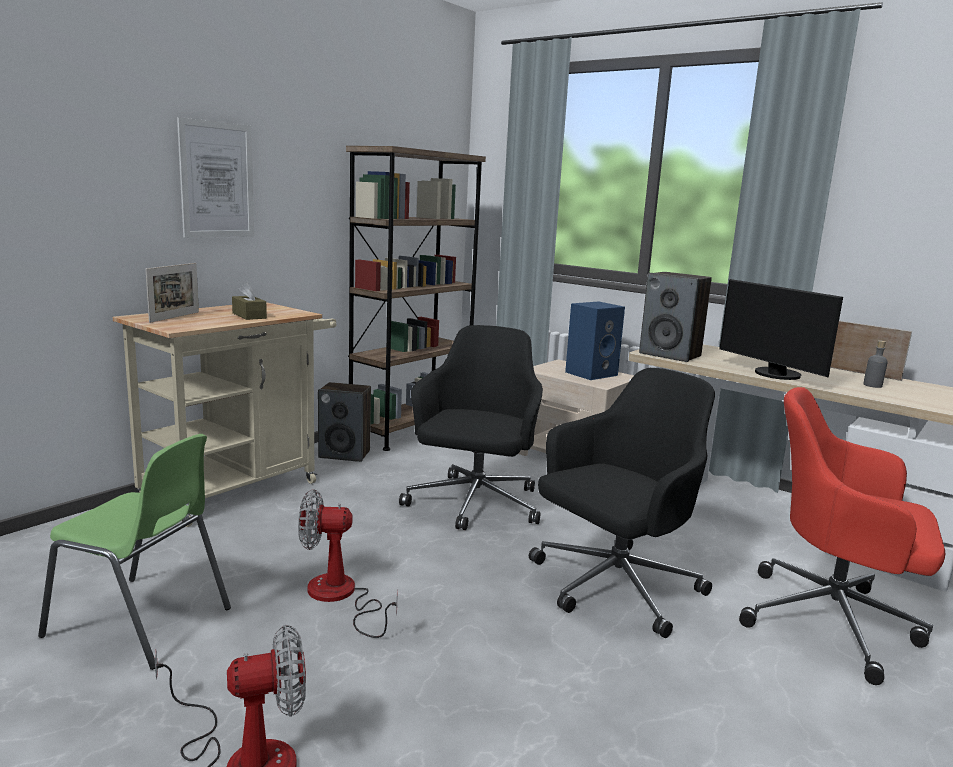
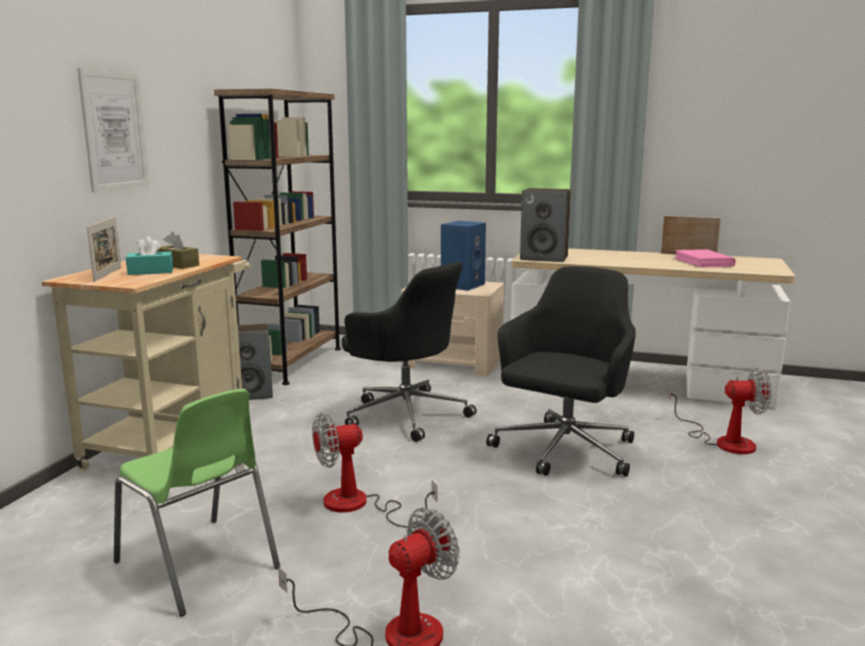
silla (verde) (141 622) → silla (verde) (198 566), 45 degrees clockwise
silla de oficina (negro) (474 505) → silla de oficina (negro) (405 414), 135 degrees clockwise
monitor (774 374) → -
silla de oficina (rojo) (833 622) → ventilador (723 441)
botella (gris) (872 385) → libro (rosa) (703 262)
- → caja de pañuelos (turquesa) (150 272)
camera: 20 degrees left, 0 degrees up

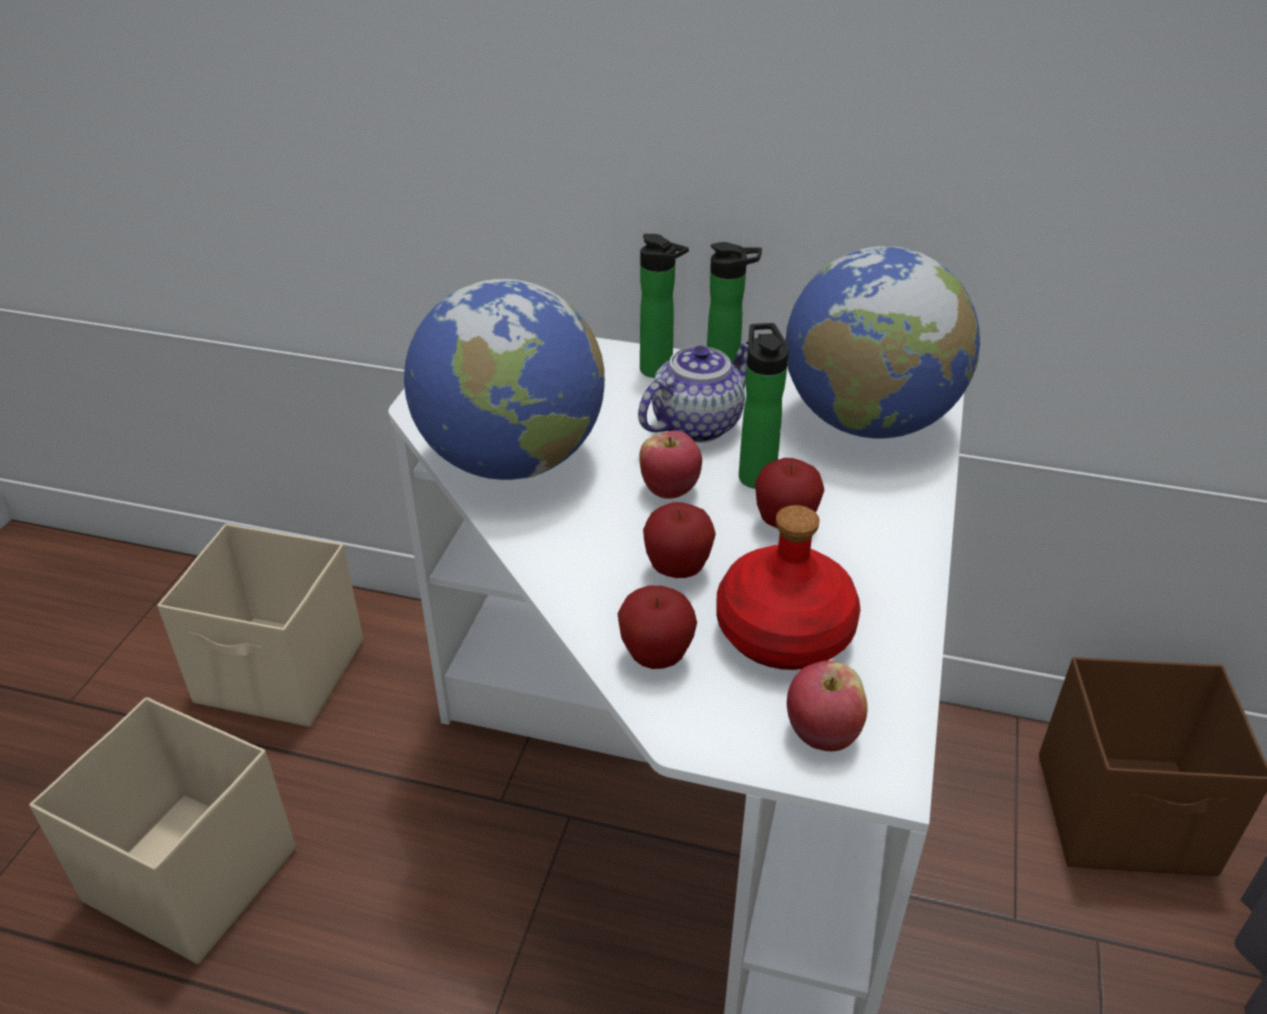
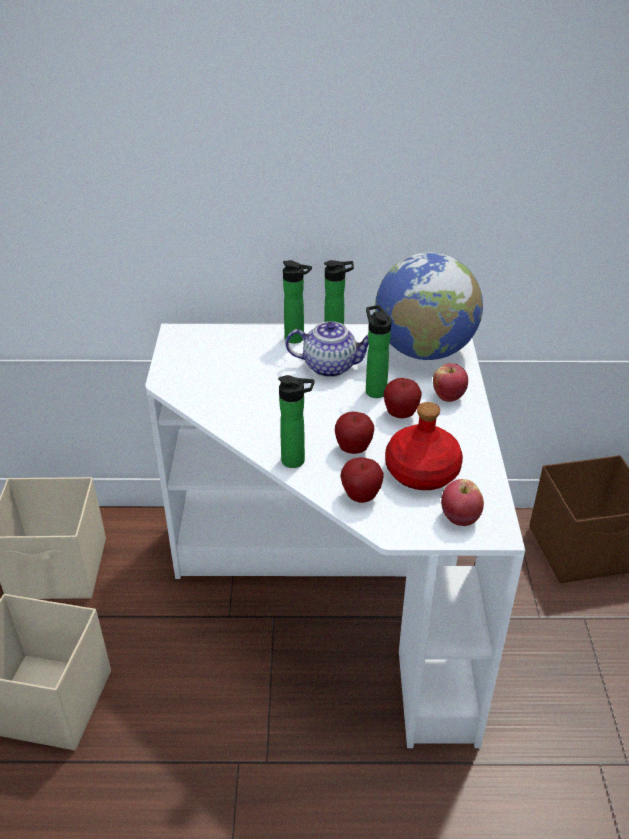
globo terráqueo (512 461) → -
tetera (697 424) → tetera (331 366), 60 degrees clockwise
manzana (670 490) → manzana (448 397), move
- → botella (297 461)
camera: 15 degrees left, 0 degrees up

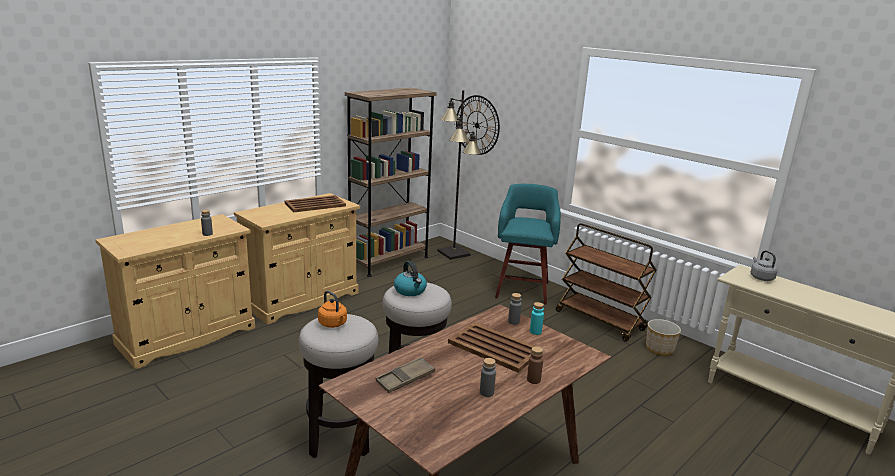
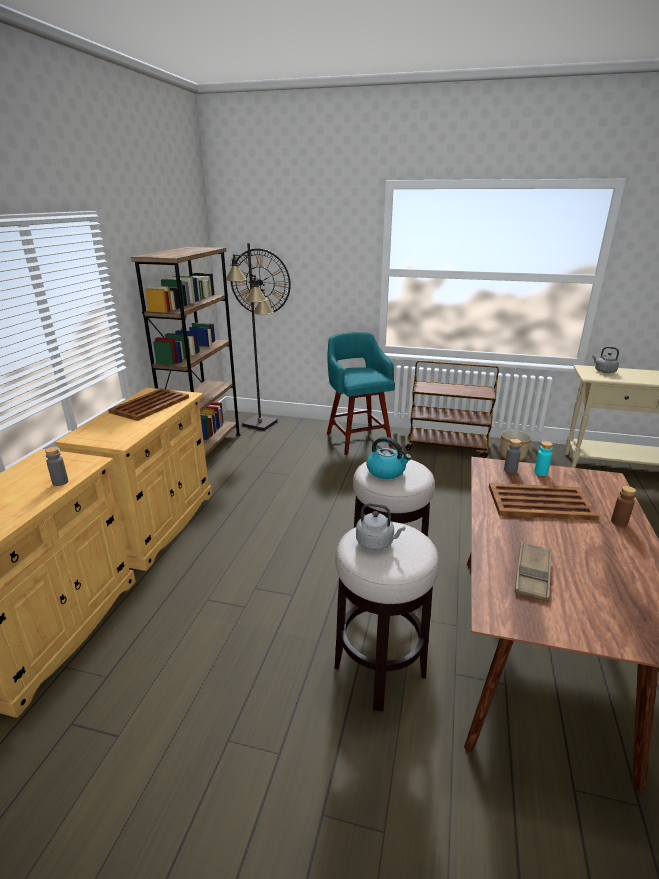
hervidor (naranja) (333 324) → hervidor (gris) (376 543)
botella (gris) (486 392) → -
camera: 30 degrees left, 5 degrees up

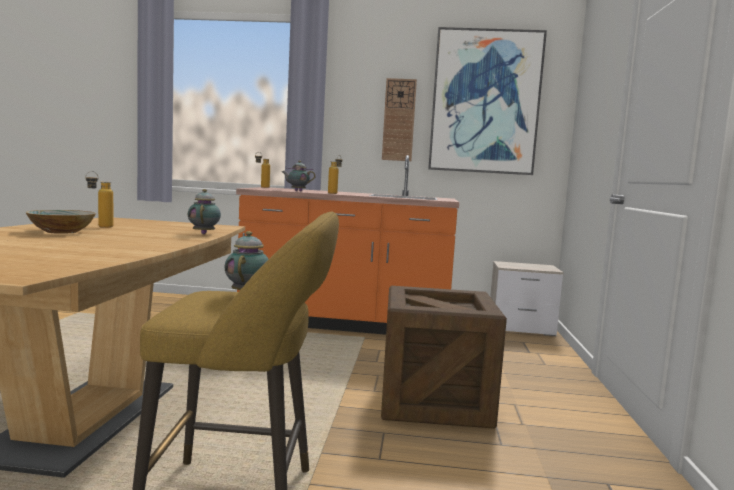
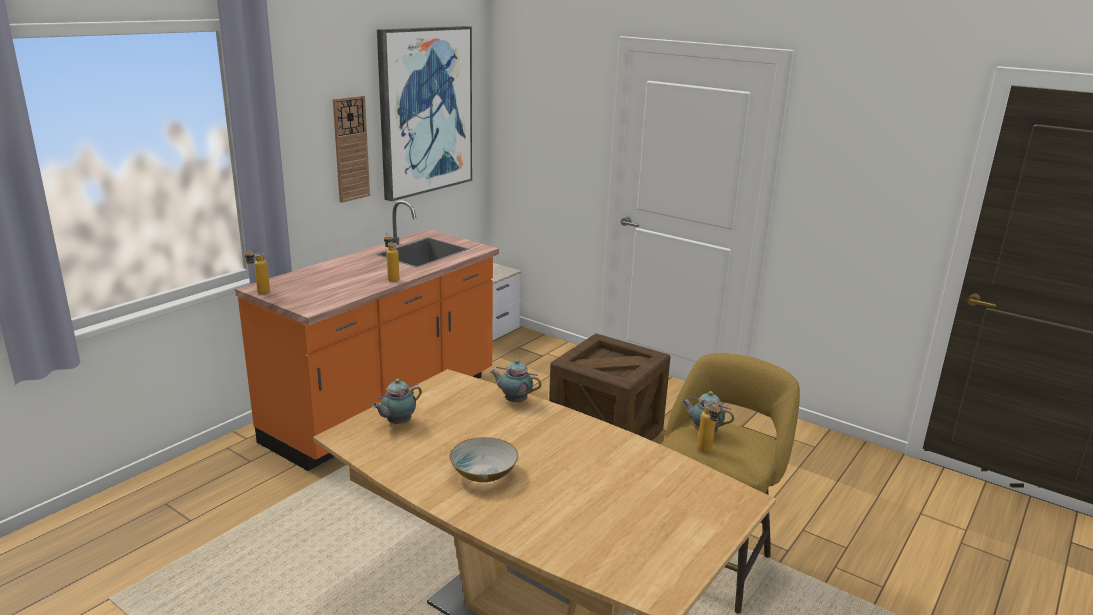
botella (99 227) → botella (706 452), move
tetera (297 191) → tetera (397 423), move
camera: 60 degrees left, 15 degrees up

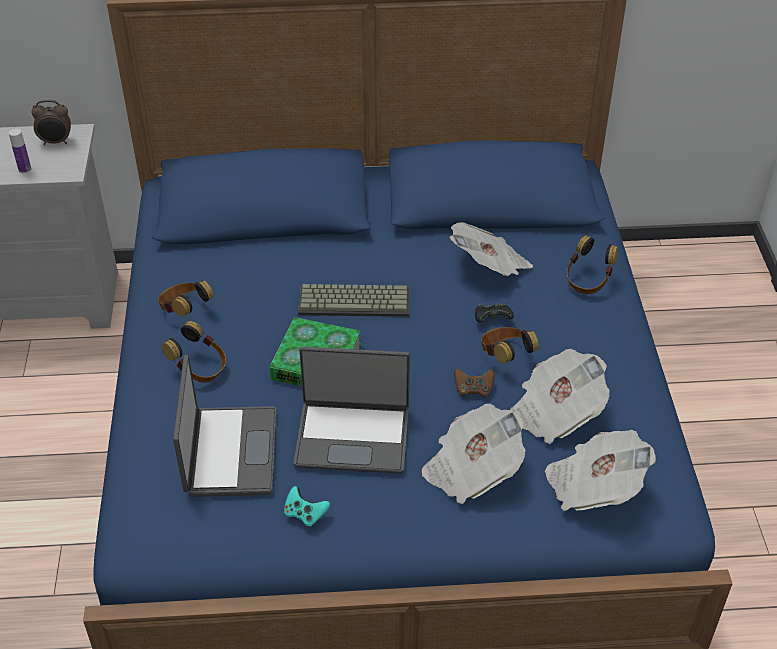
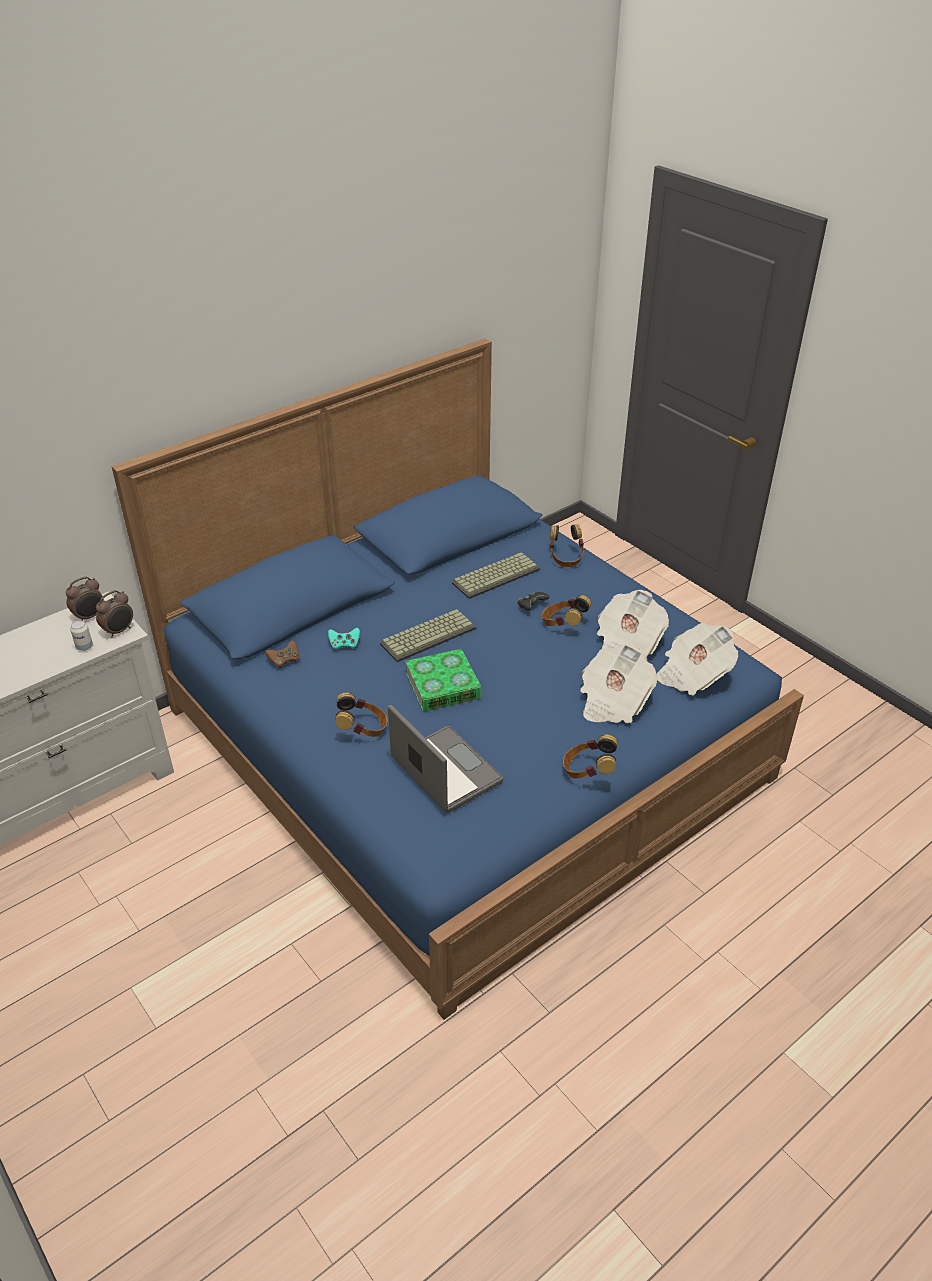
botella (25 169) → lata (84 647)
auriculares (185 311) → auriculares (588 771), move
mando de consola (turquesa) (305 514) → mando de consola (turquesa) (344 644), move
portátil (353 437) → -
periódico (490 267) → teclado (496 575)
mando de consola (marrón) (473 389) → mando de consola (marrón) (284 660), move
- → despertador (119 631)
camera: 35 degrees left, 5 degrees down

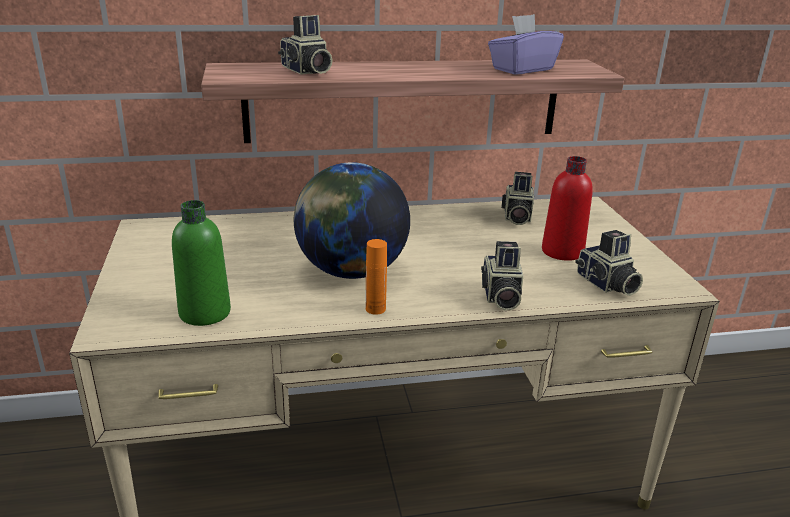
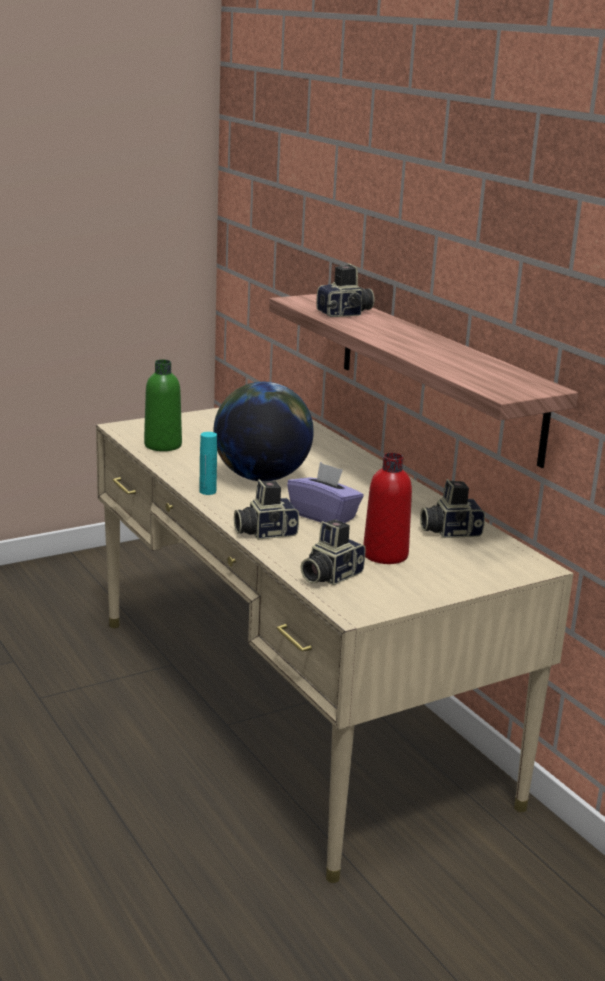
cámara (306 71) → cámara (345 314), 150 degrees counterclockwise
botella (naranja) (375 309) → botella (turquesa) (207 491)
caja de pañuelos (morado) (522 69) → caja de pañuelos (morado) (324 516), move
camera: 70 degrees right, 5 degrees down

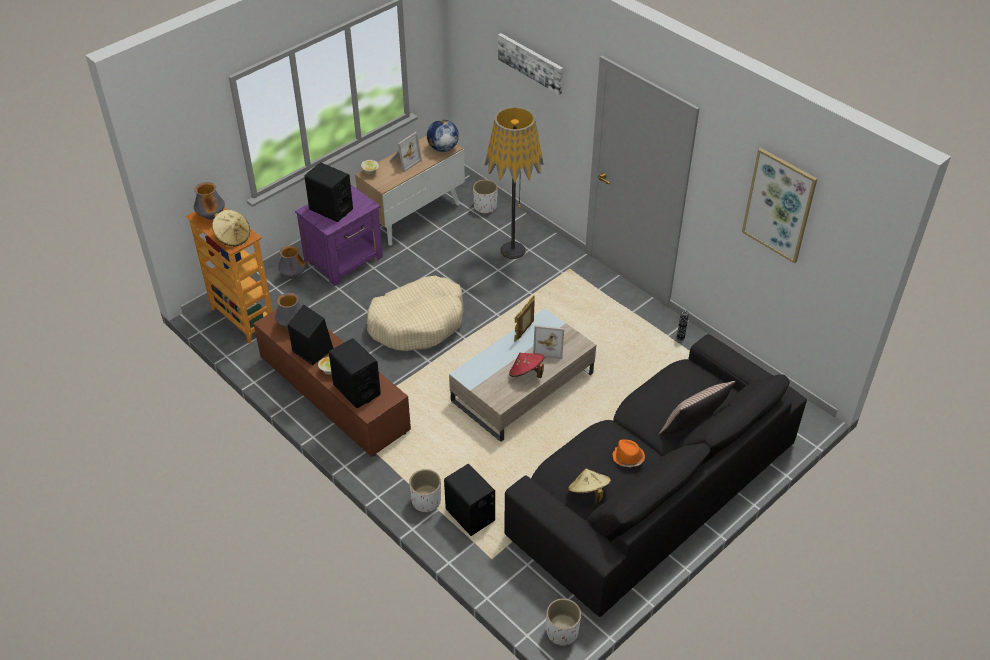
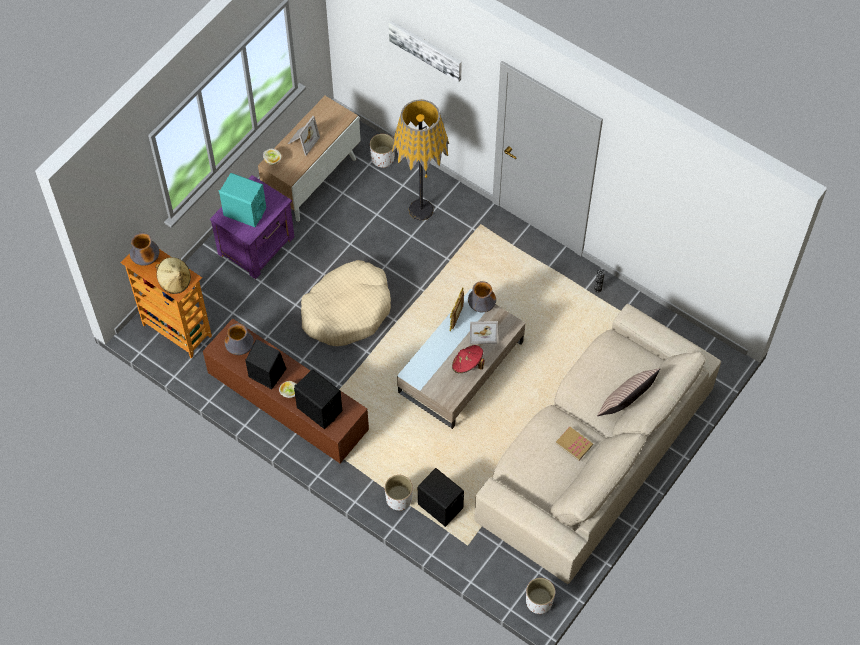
florero (293 275) → florero (481 306), move
altavoz (negro) (331 209) → altavoz (turquesa) (244 212)
globo terráqueo (442 148) → -
sofá (negro) (651 487) → sofá (beis) (593 453)
sombrero (beis) (588 493) → -
sombrero (naranja) (628 458) → libro (574 444)
cuadro (779 205) → -
camera: 10 degrees left, 15 degrees up

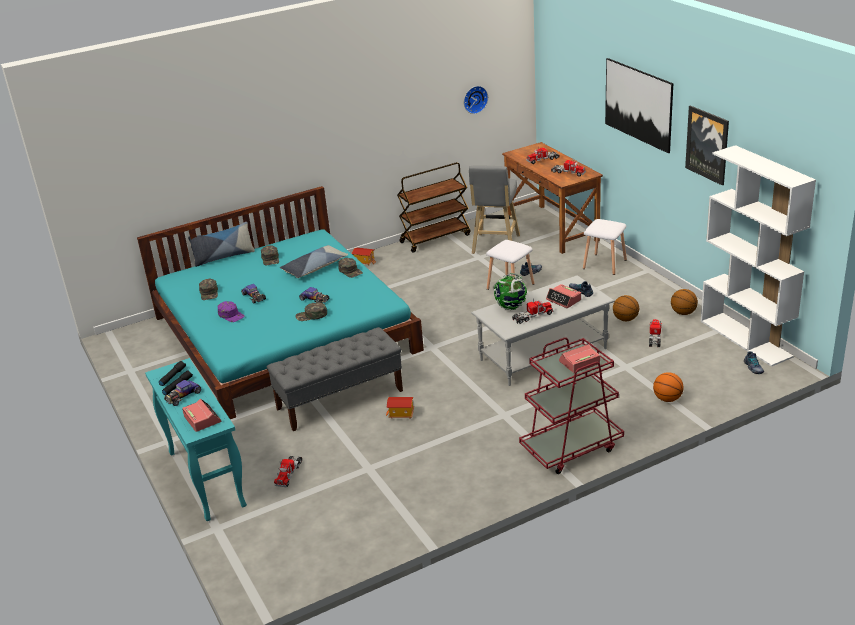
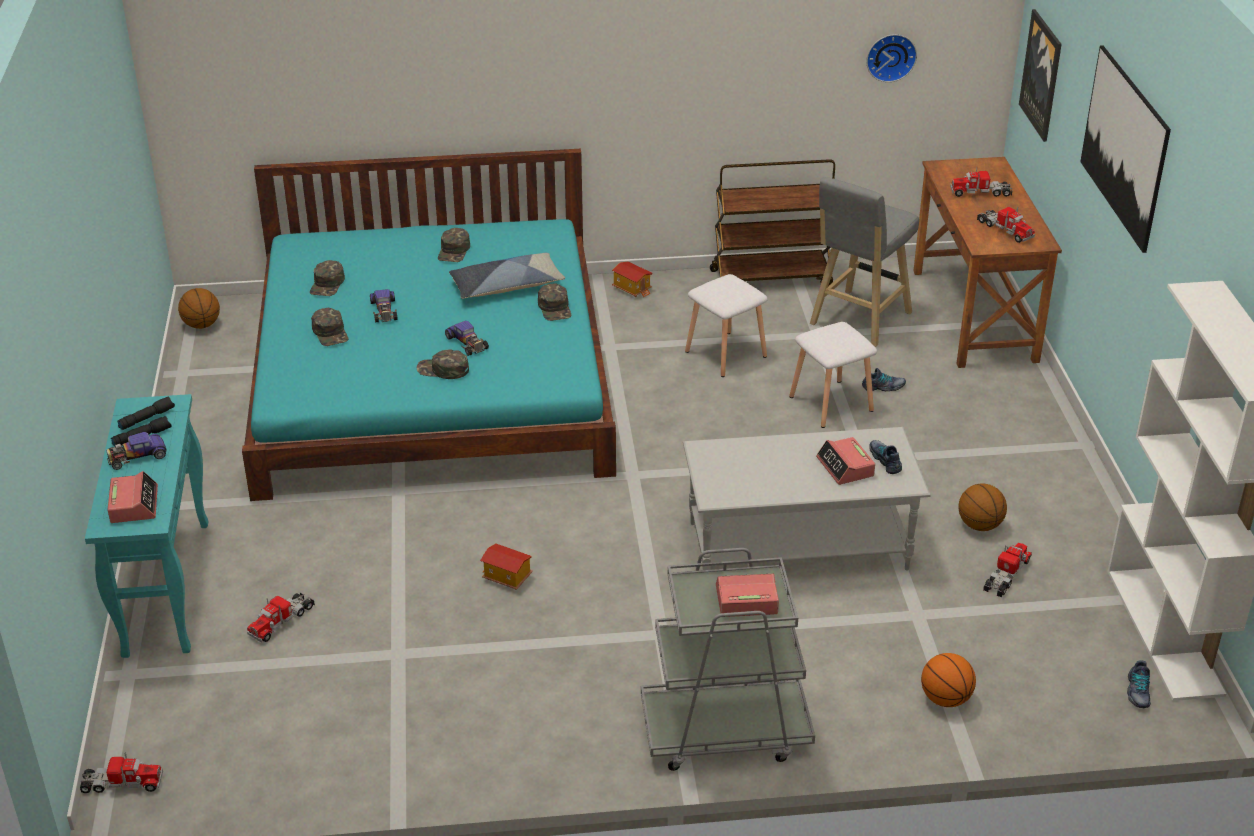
cojín (223 257) → -
gorra (morado) (231 315) → gorra (verde) (330 333)
banco (gris) (340 399) → -
globo terráqueo (511 307) → -
camión de juguete (532 316) → camión de juguete (120 784), move
carrito (rojo) (571 448) → carrito (gris) (724 731)
taburete (blanco) (604 264) → taburete (blanco) (725 354), move
balón de baloncesto (683 313) → balón de baloncesto (202 325), move
cuadro (707 144) → cuadro (1042 75), move
camera: 20 degrees right, 5 degrees up

